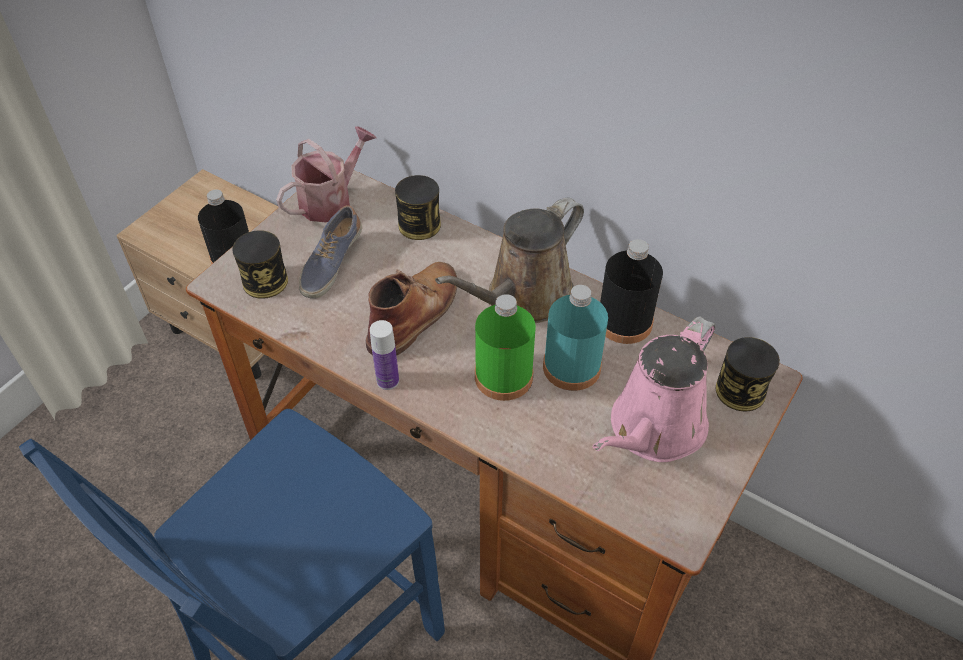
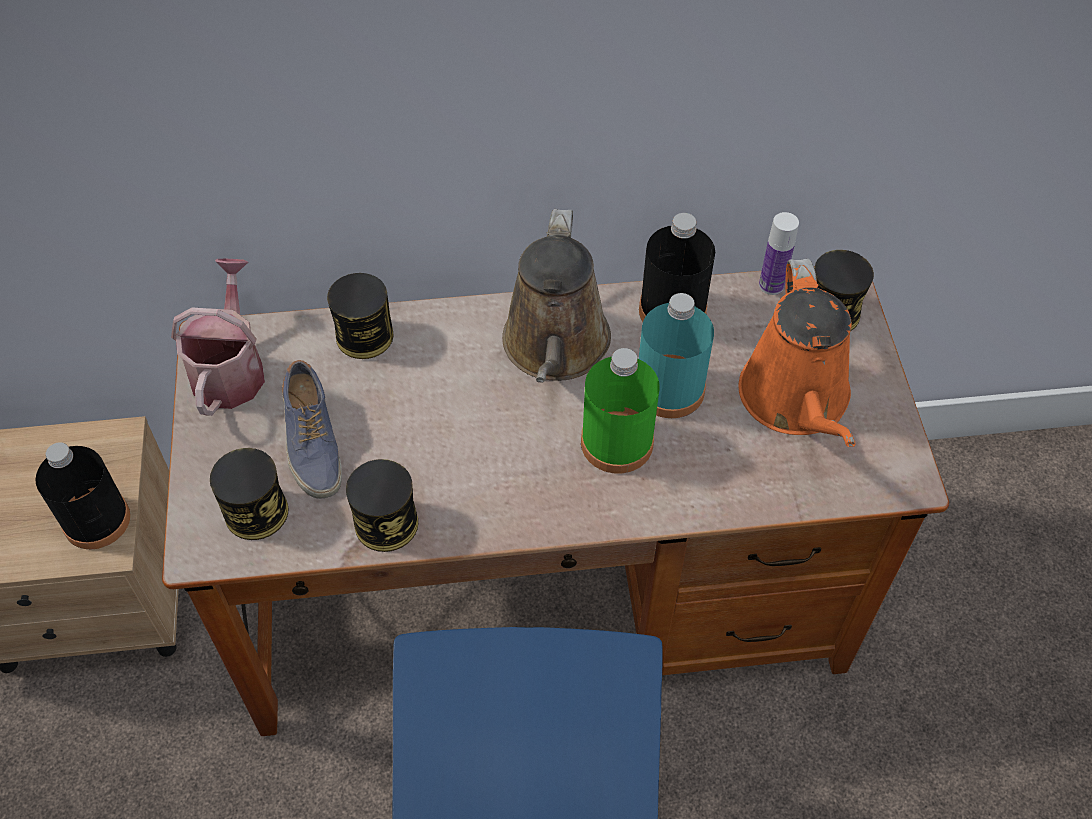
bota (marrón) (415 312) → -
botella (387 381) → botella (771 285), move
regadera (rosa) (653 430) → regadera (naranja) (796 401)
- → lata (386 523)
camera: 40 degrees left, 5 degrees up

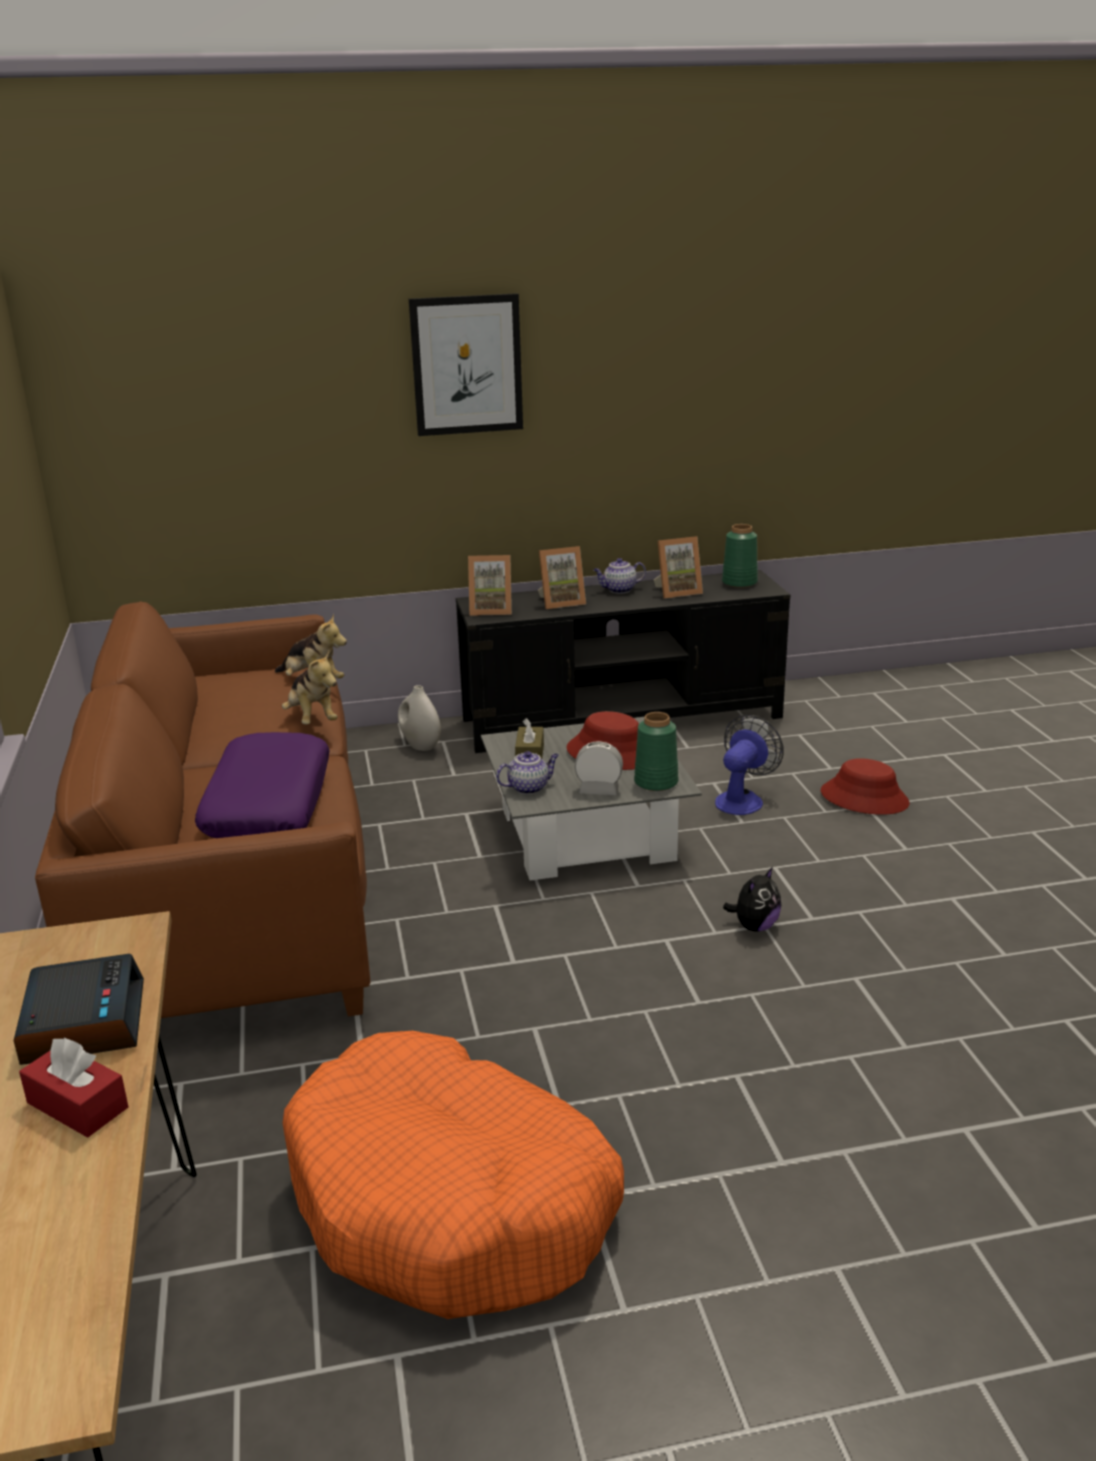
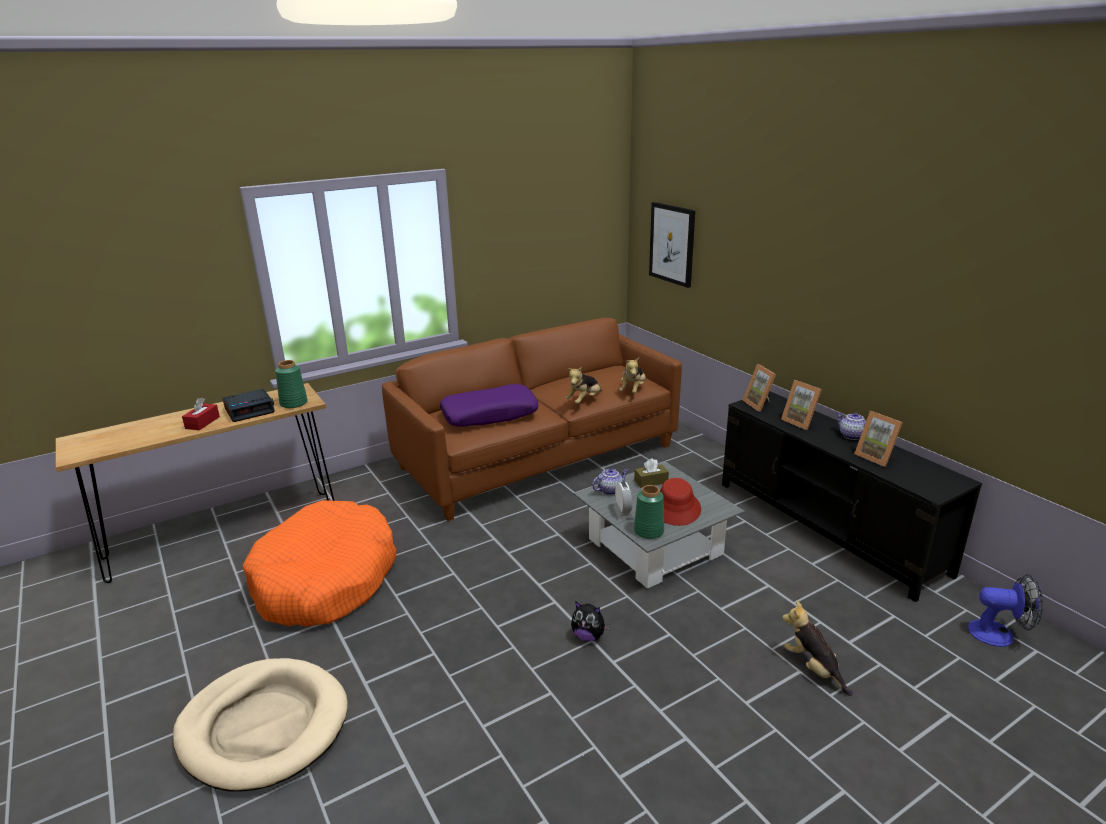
florero (blanco) (420 746) → -
cuadro (466 365) → cuadro (672 244), move
tetera (529 787) → tetera (610 490), 75 degrees counterclockwise
ventilador (742 799) → ventilador (999 634), move
florero (verde) (740 582) → florero (verde) (293 403), move
sombrero (rojo) (864 798) → peluche (813 668)
- → cama para perro (beis) (264 727)
camera: 70 degrees right, 0 degrees up

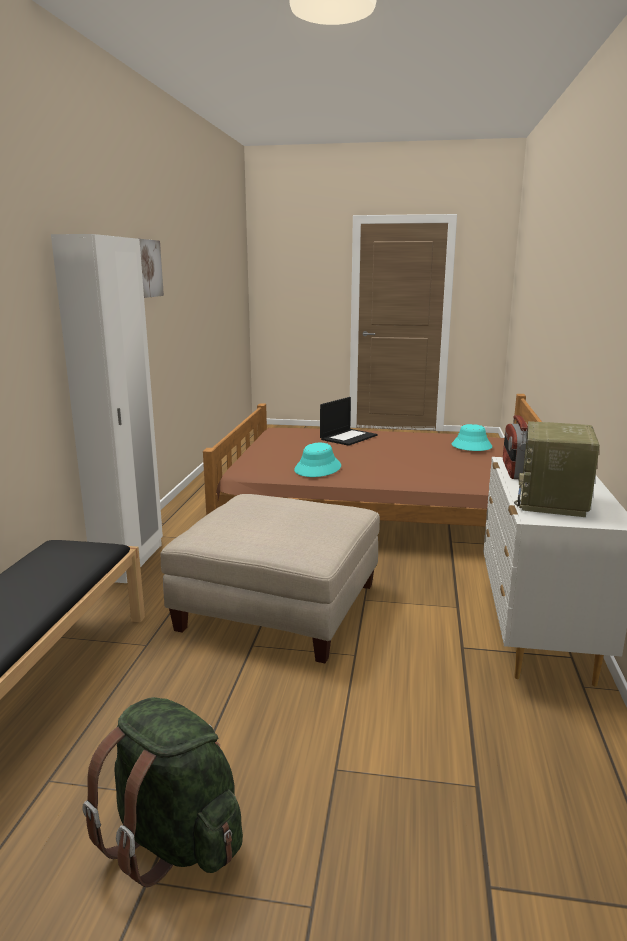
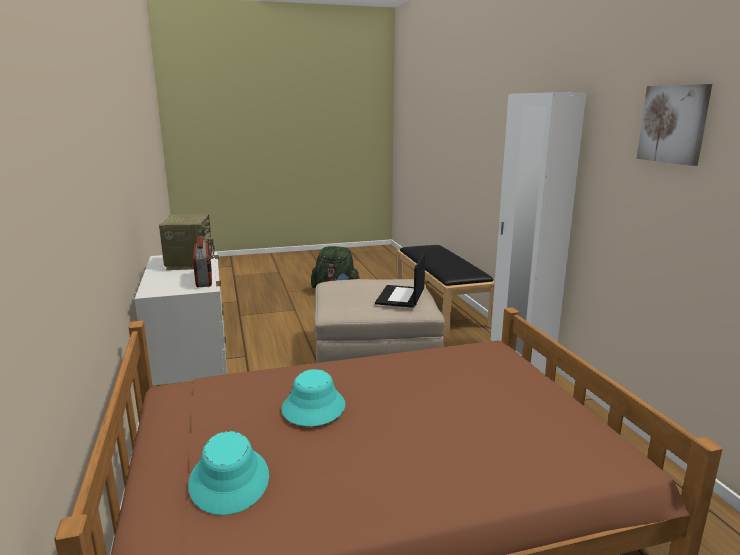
sombrero (turquesa) (318 468) → sombrero (turquesa) (313 407), move
portátil (348 437) → portátil (401 297), move
camera: 155 degrees right, 0 degrees up

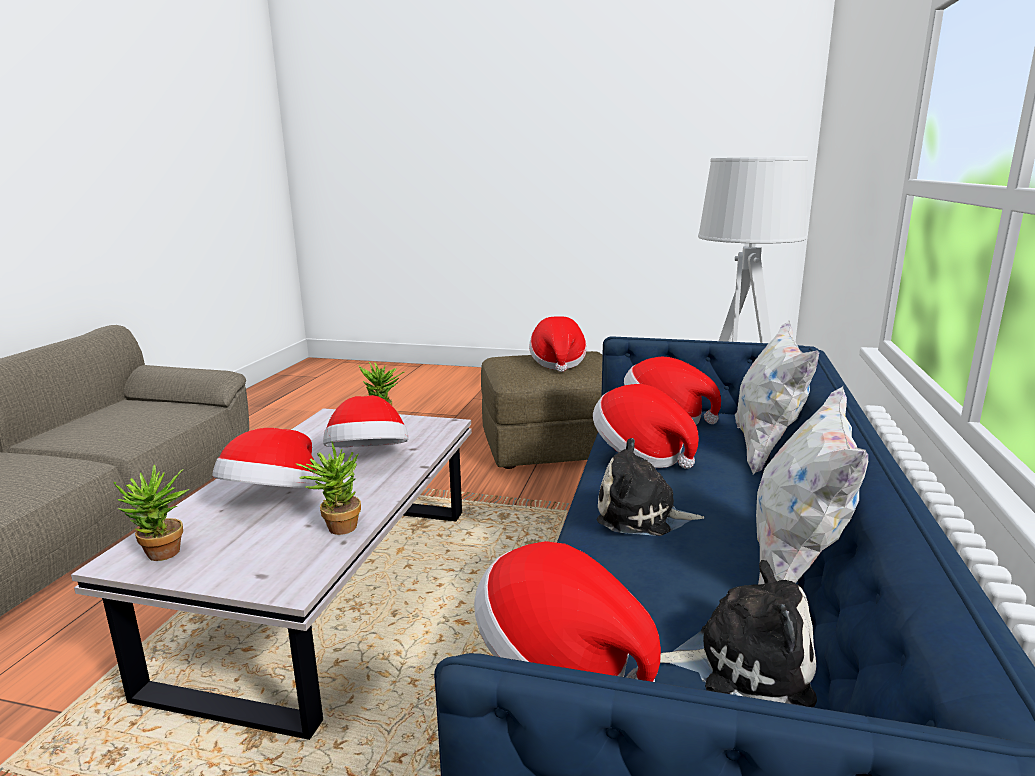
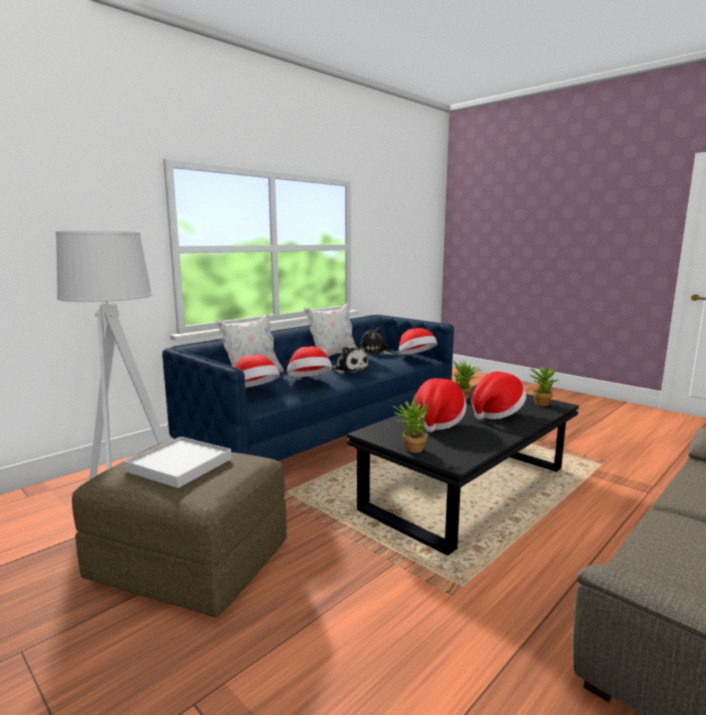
mesa de centro (blanco) (328 591) → mesa de centro (negro) (468 489)
sombrero (557 363) → bandeja (blanco) (180 465)
camera: 150 degrees left, 5 degrees down

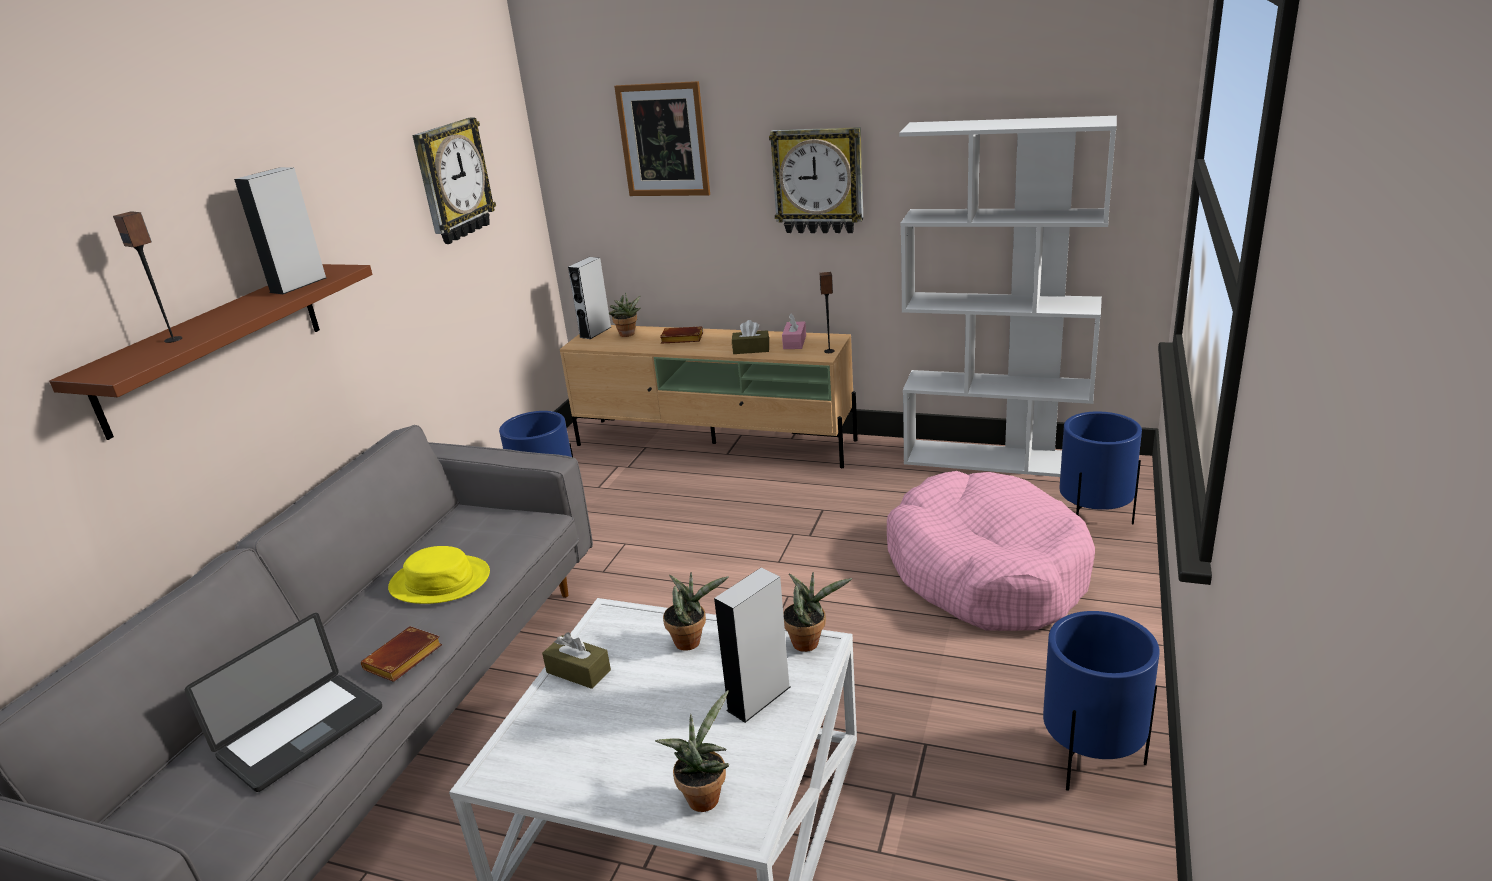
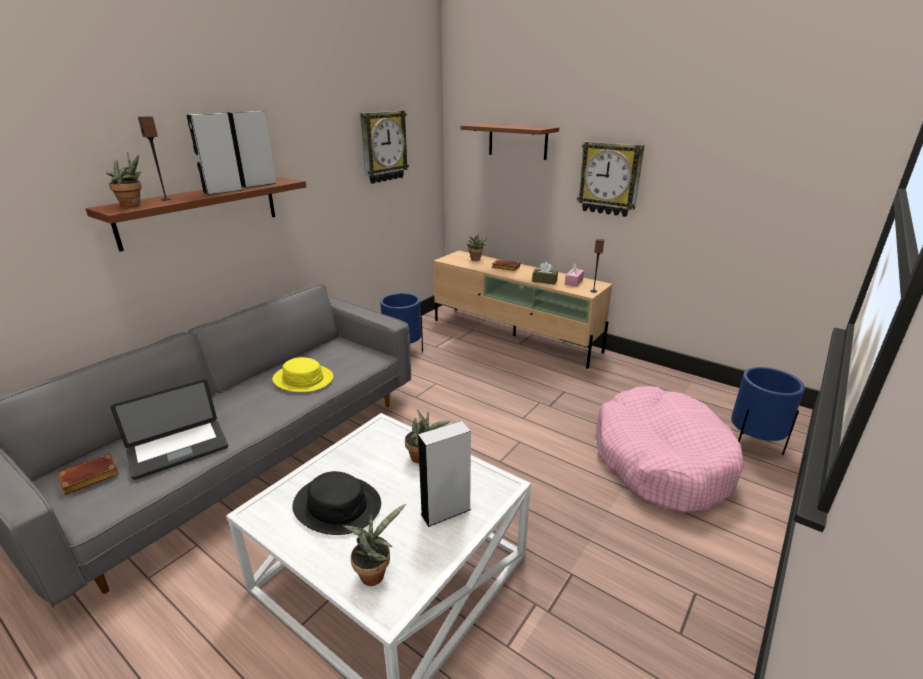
libro (marrón) (403 660) → libro (marrón) (89 479), move
caja de pañuelos (marrón) (578 671) → -
altavoz (gris) (595 332) → altavoz (gris) (222 191), move
cuadro (663 140) → estante (marrón) (517 141)
planta en maceta (809 642) → planta en maceta (133 205), move
estantería (blanco) (996 459) → -
maceta (azul) (1090 758) → -
- → sombrero (negro) (337 505)
camera: 15 degrees right, 0 degrees up

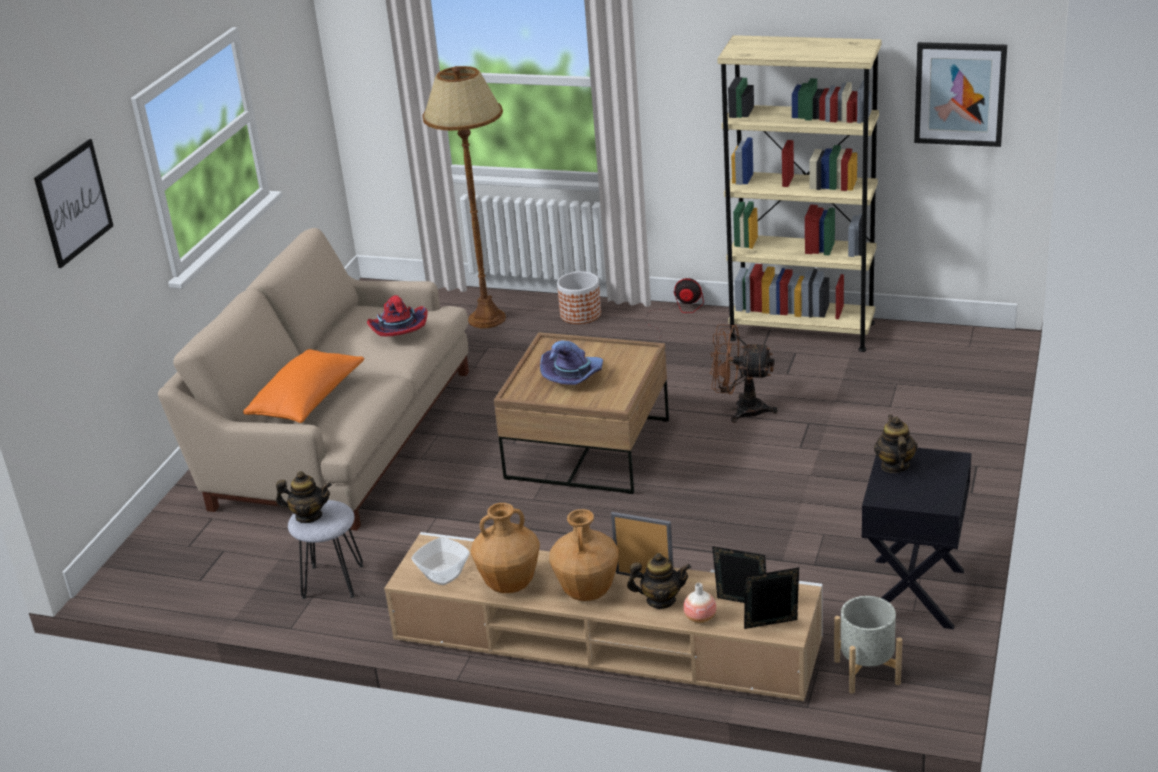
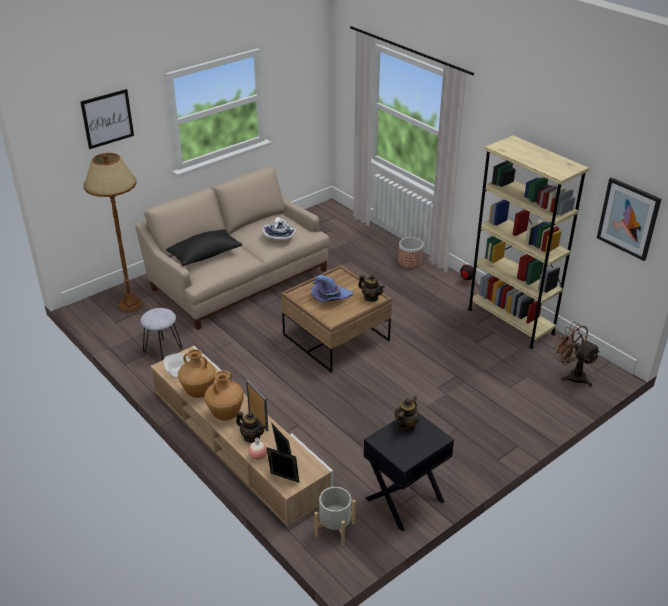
cojín (naranja) (308 401) → cojín (negro) (205 255)
tetera (308 516) → tetera (371 298), move
sombrero (rojo) (398 330) → sombrero (blanco) (280 236)
lámpara de pie (marrón) (487 319) → lámpara de pie (marrón) (131 305), move
ventilador (marrón) (741 410) → ventilador (marrón) (572 375), move
camera: 30 degrees right, 5 degrees up

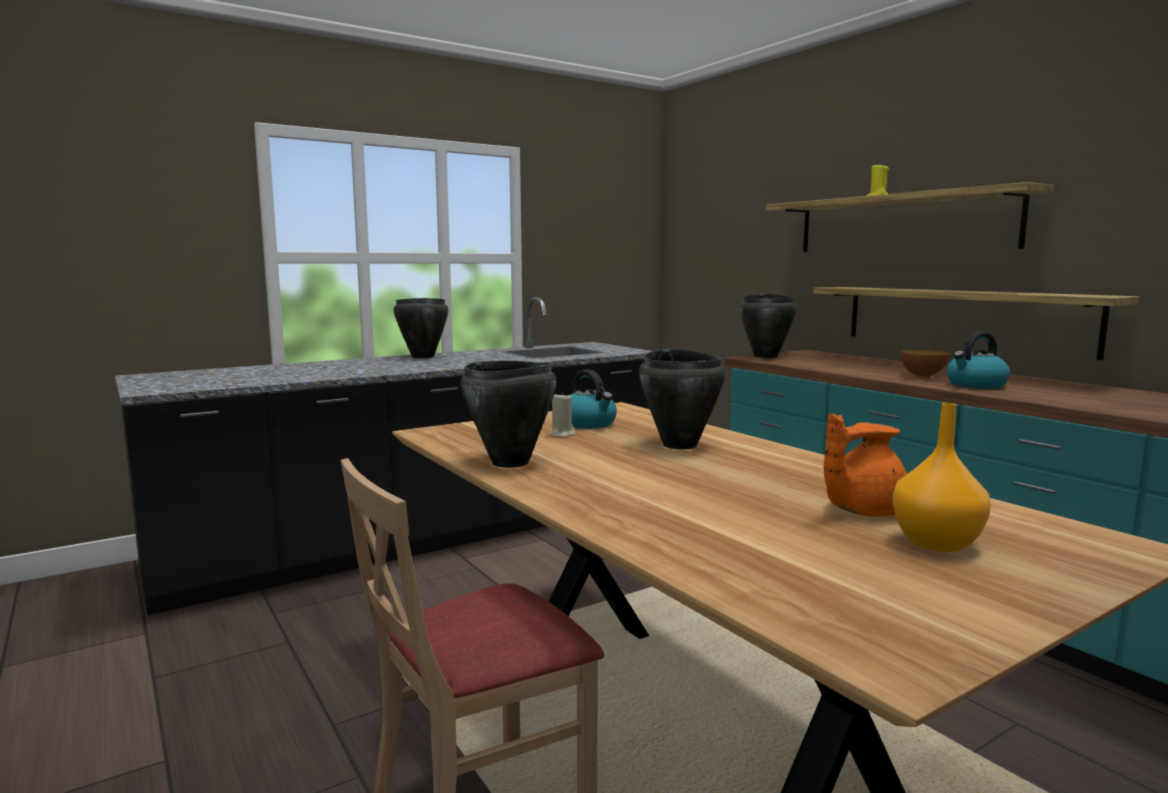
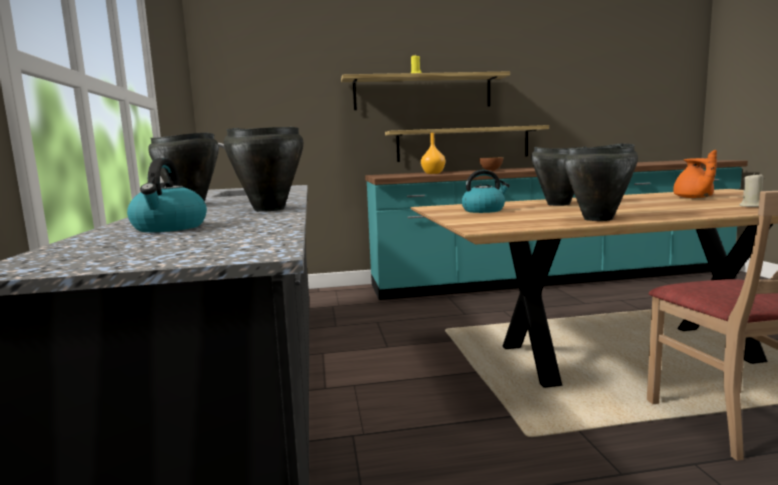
vela (beis) (562 435) → vela (beis) (751 206), move
olla (negro) (766 356) → olla (negro) (269 209), move
florero (naranja) (938 543) → florero (naranja) (433 173), move
hervidor (975 385) → hervidor (169 228), move
camera: 65 degrees left, 0 degrees up

